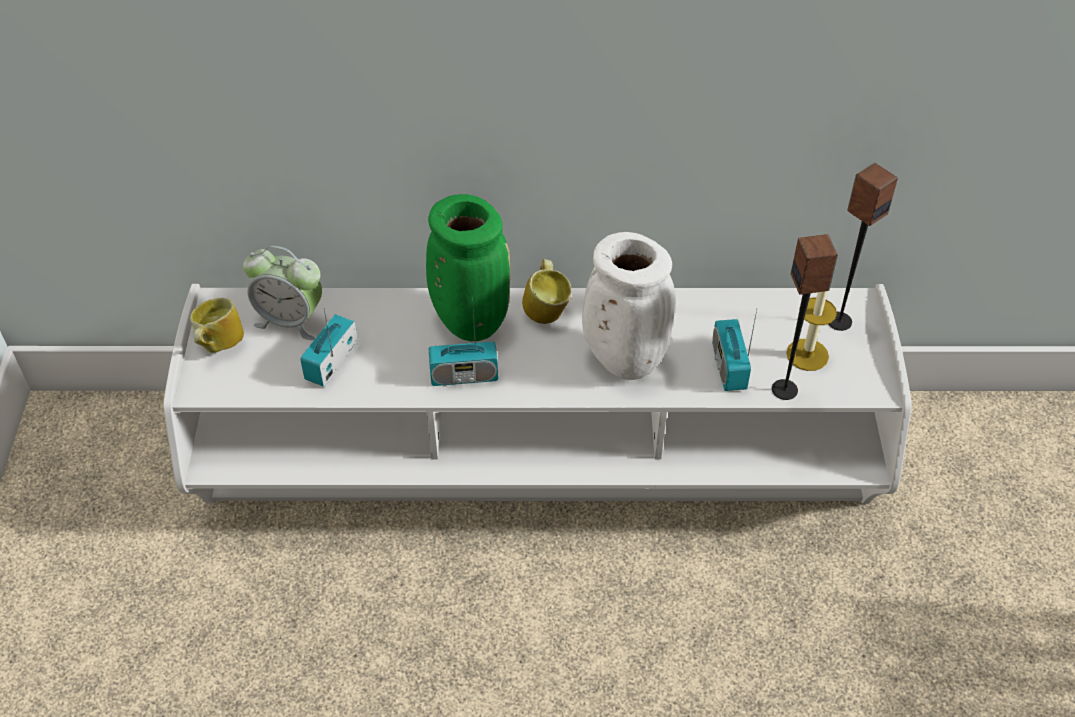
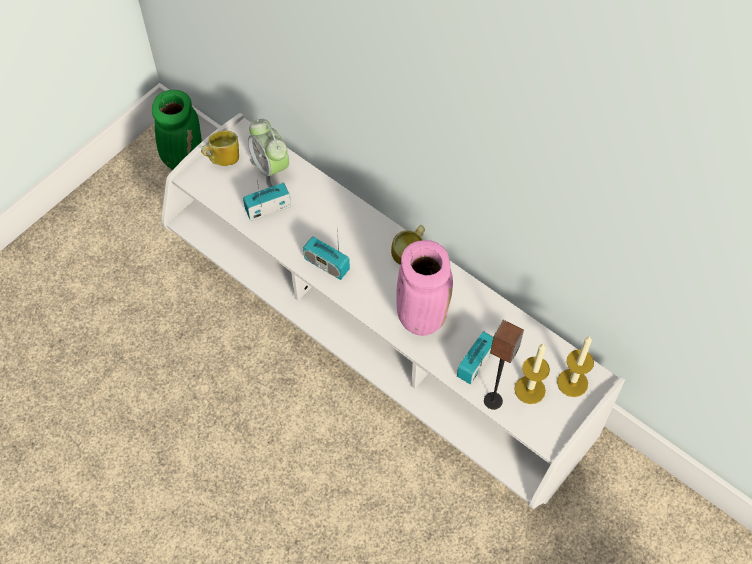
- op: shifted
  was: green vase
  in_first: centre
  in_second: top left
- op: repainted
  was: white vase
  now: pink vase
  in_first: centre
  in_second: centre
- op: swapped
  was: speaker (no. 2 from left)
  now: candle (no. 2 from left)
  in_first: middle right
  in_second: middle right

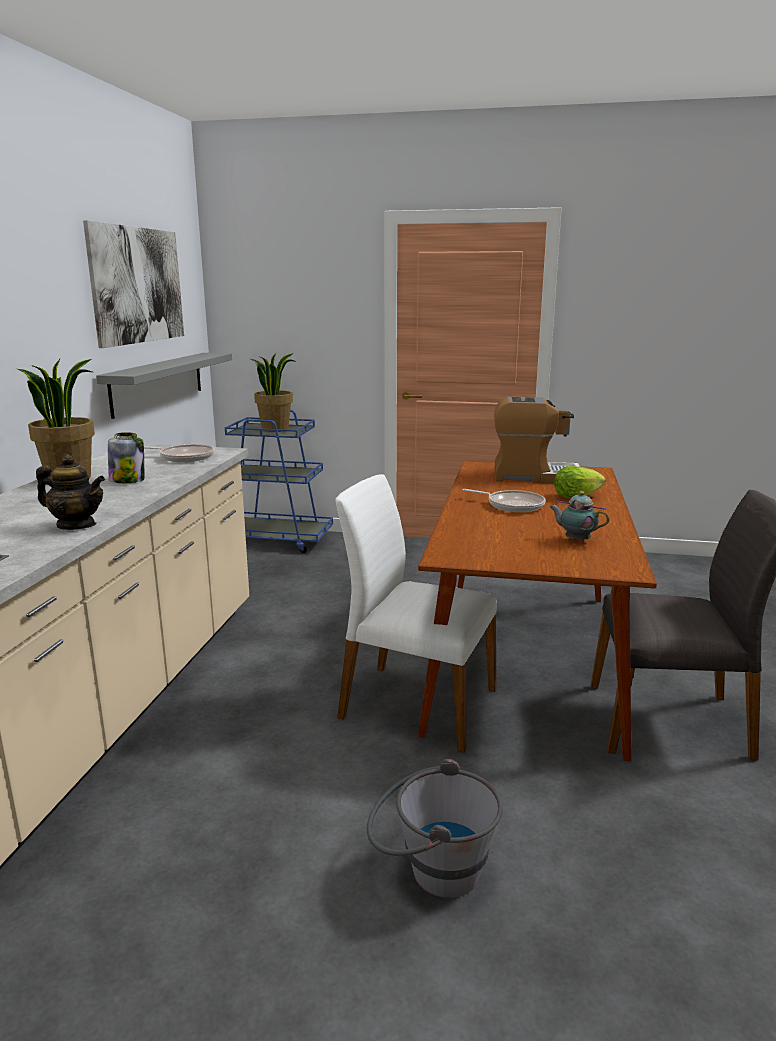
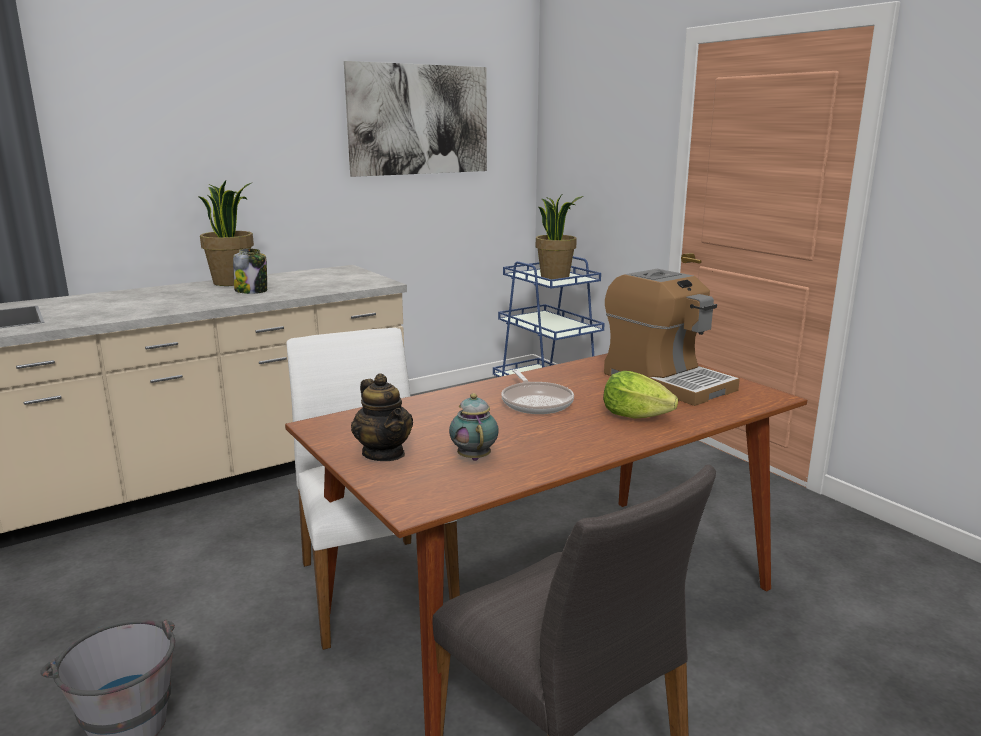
- op: shifted
  was: teapot (no. 1 from left)
  in_first: middle left
  in_second: centre
- op: gone
  was: grey shelf
  in_first: middle left
- op: gone
  was: frying pan (no. 1 from left)
  in_first: middle left

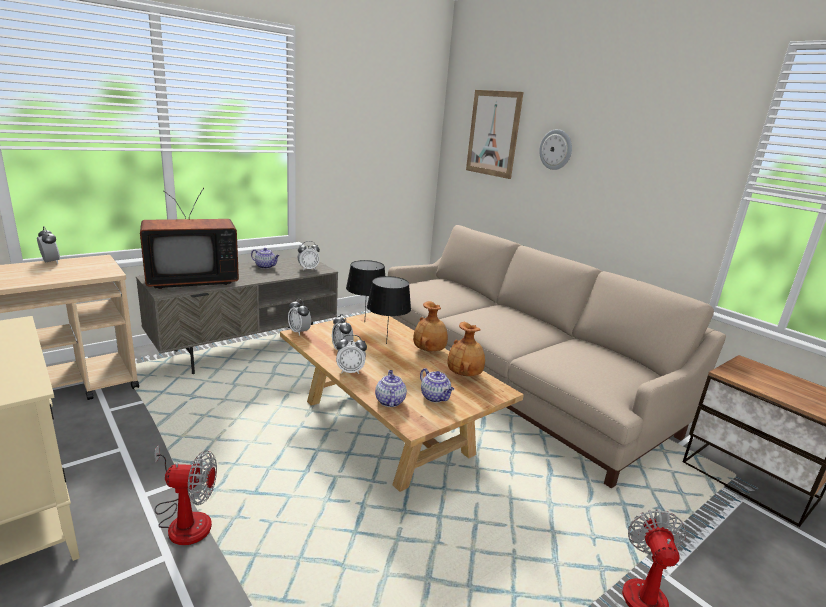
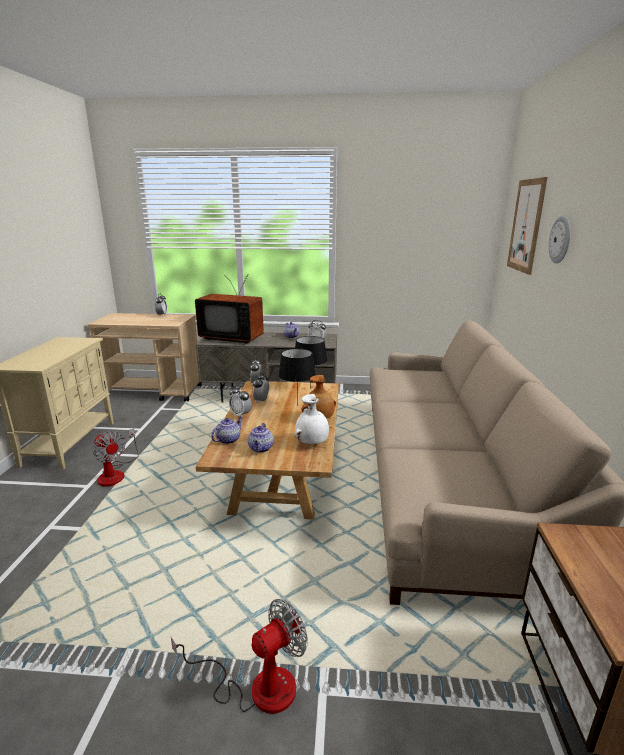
- op: repainted
  was: brown vase (no. 2 from left)
  now: white vase
  in_first: centre
  in_second: centre

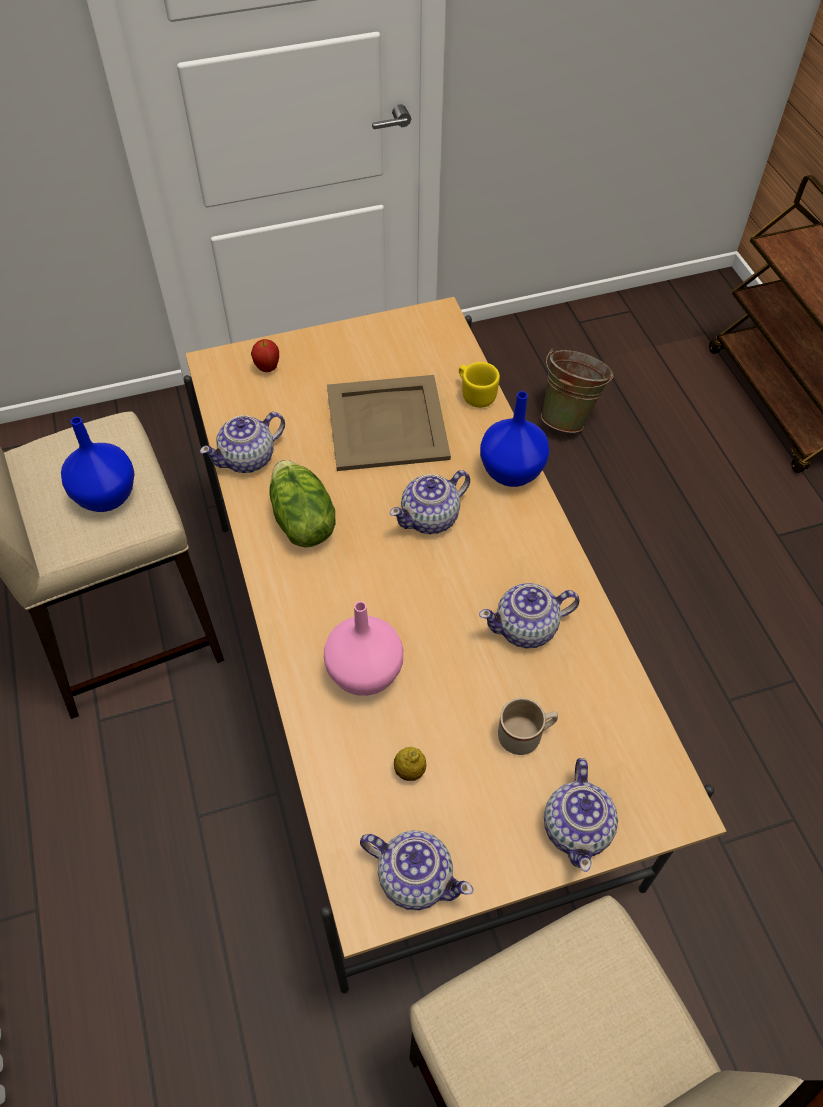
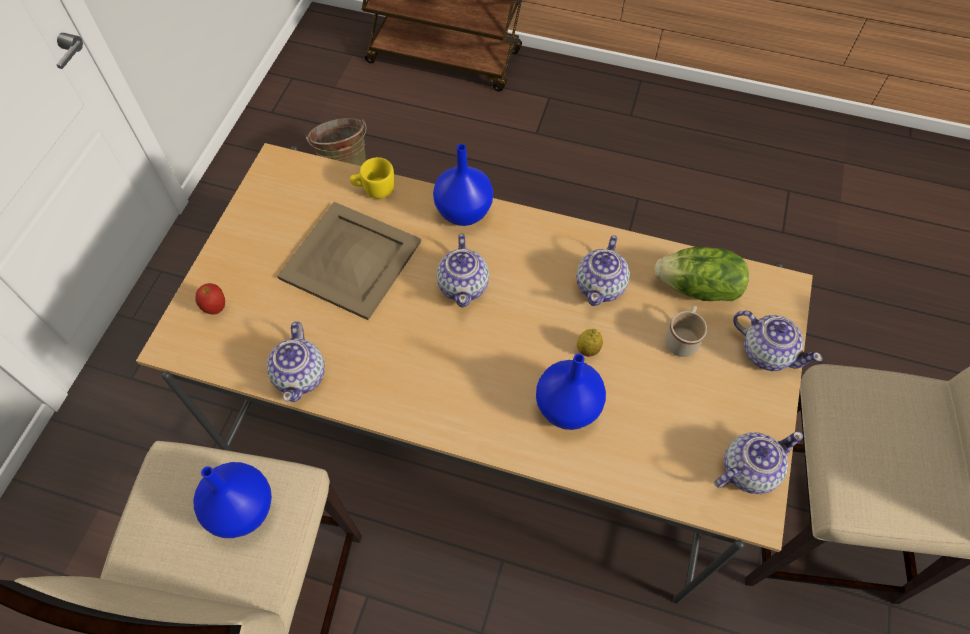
- op: shifted
  was: lettuce
  in_first: centre
  in_second: middle right
- op: repainted
  was: pink vase
  now: blue vase (no. 3 from left)
  in_first: centre
  in_second: centre
- op: shifted
  was: lemon
  in_first: bottom centre
  in_second: centre

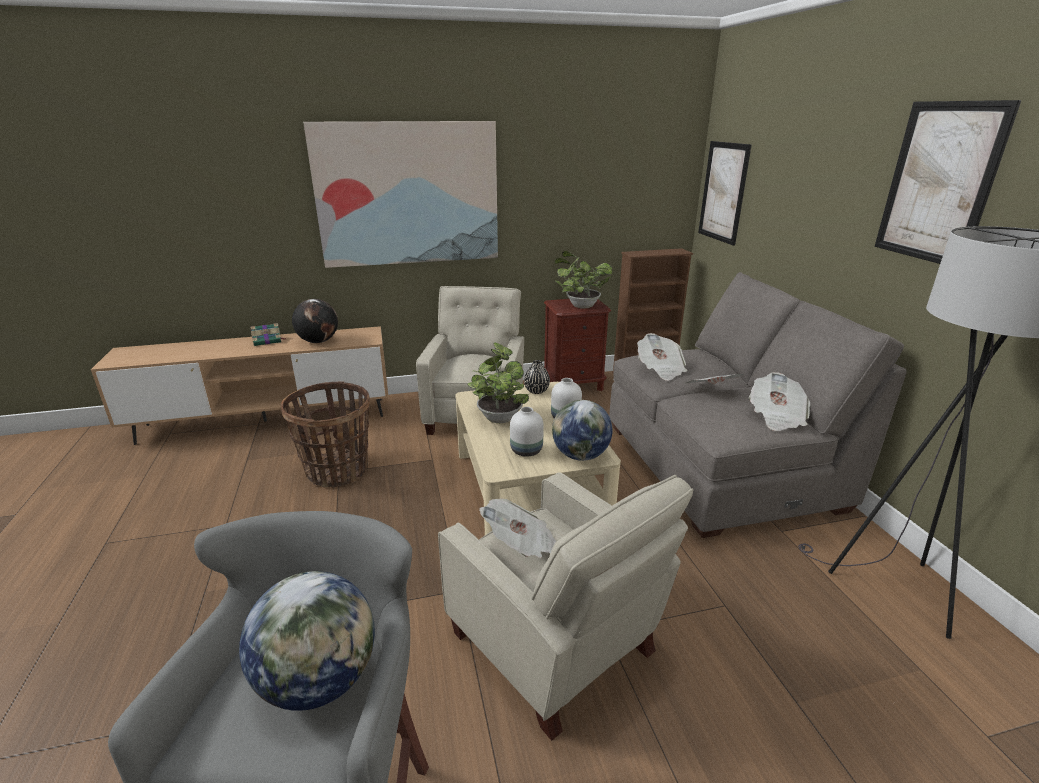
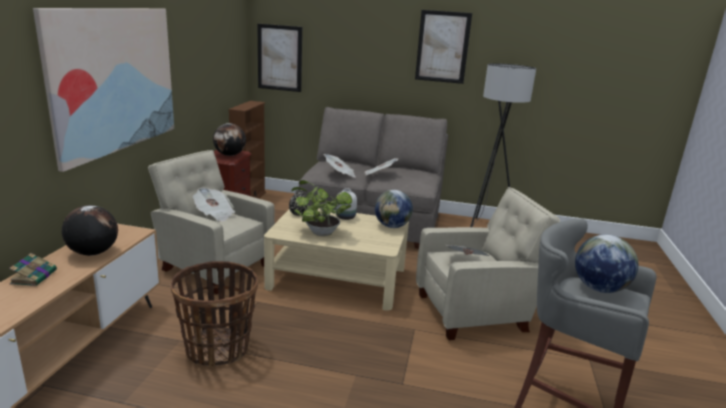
- op: gone
  was: white vase (no. 1 from left)
  in_first: centre
- op: swapped
  was: potted plant (no. 2 from left)
  now: globe (no. 2 from left)
  in_first: centre
  in_second: middle left
- op: shifted
  was: newspaper (no. 4 from left in the first image)
  now: newspaper (no. 1 from left)
  in_first: middle right
  in_second: middle left

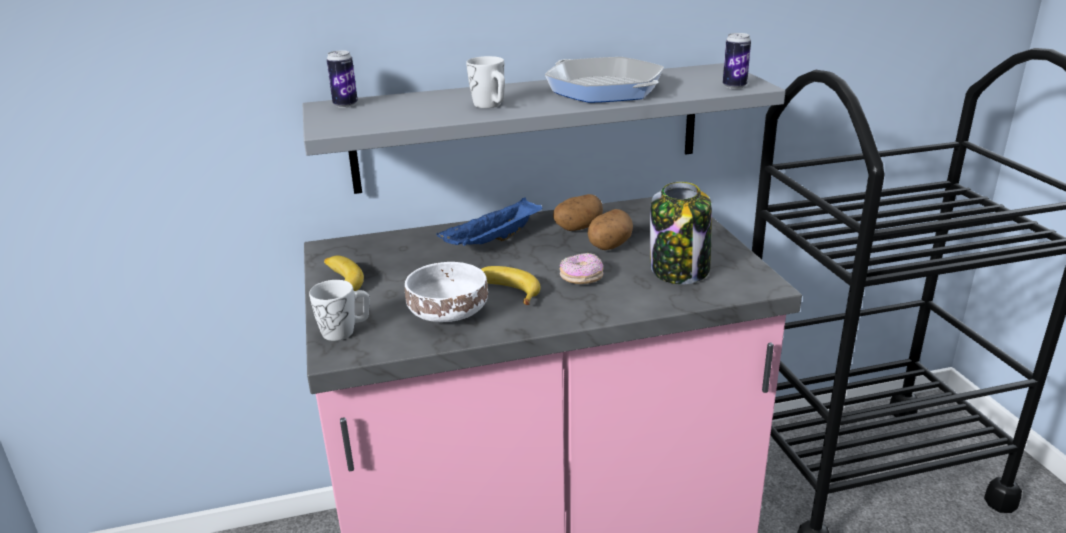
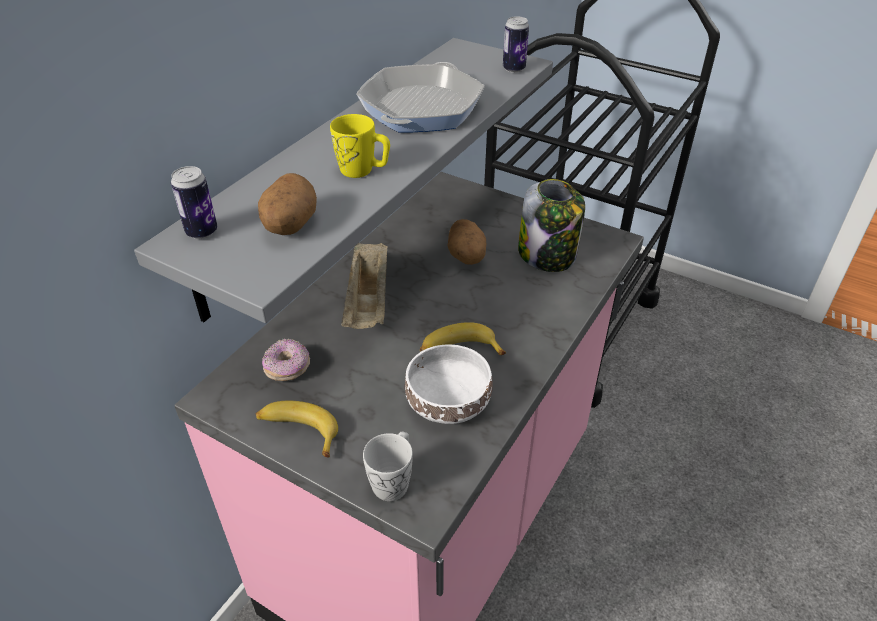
- op: repainted
  was: blue tray
  now: beige tray
  in_first: centre
  in_second: centre
- op: repainted
  was: white mug (no. 2 from left)
  now: yellow mug
  in_first: top centre
  in_second: top centre
- op: rotated
  was: frying pan
  in_first: top centre
  in_second: top centre
  clockwise: -75
- op: shifted
  was: potato (no. 1 from left)
  in_first: centre
  in_second: top left
- op: shifted
  was: donut
  in_first: centre
  in_second: middle left

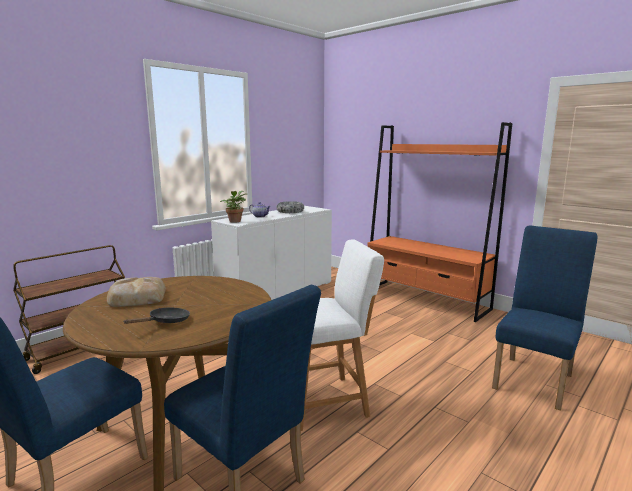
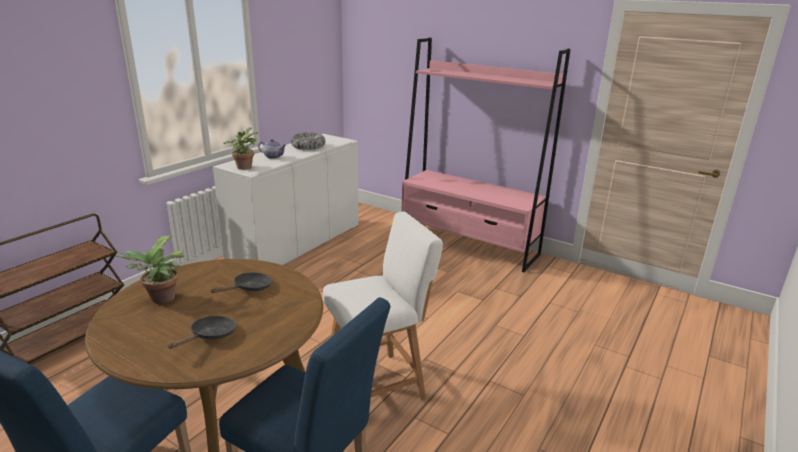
- op: swapped
  was: bread
  now: potted plant (no. 1 from left)
  in_first: middle left
  in_second: middle left
- op: repainted
  was: orange bookcase
  now: pink bookcase
  in_first: middle right
  in_second: centre
- op: gone
  was: blue chair (no. 3 from left)
  in_first: middle right
- op: new
  now: black frying pan (no. 2 from left)
  in_second: middle left

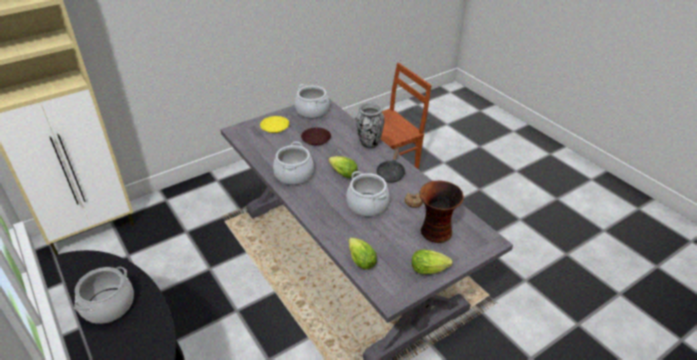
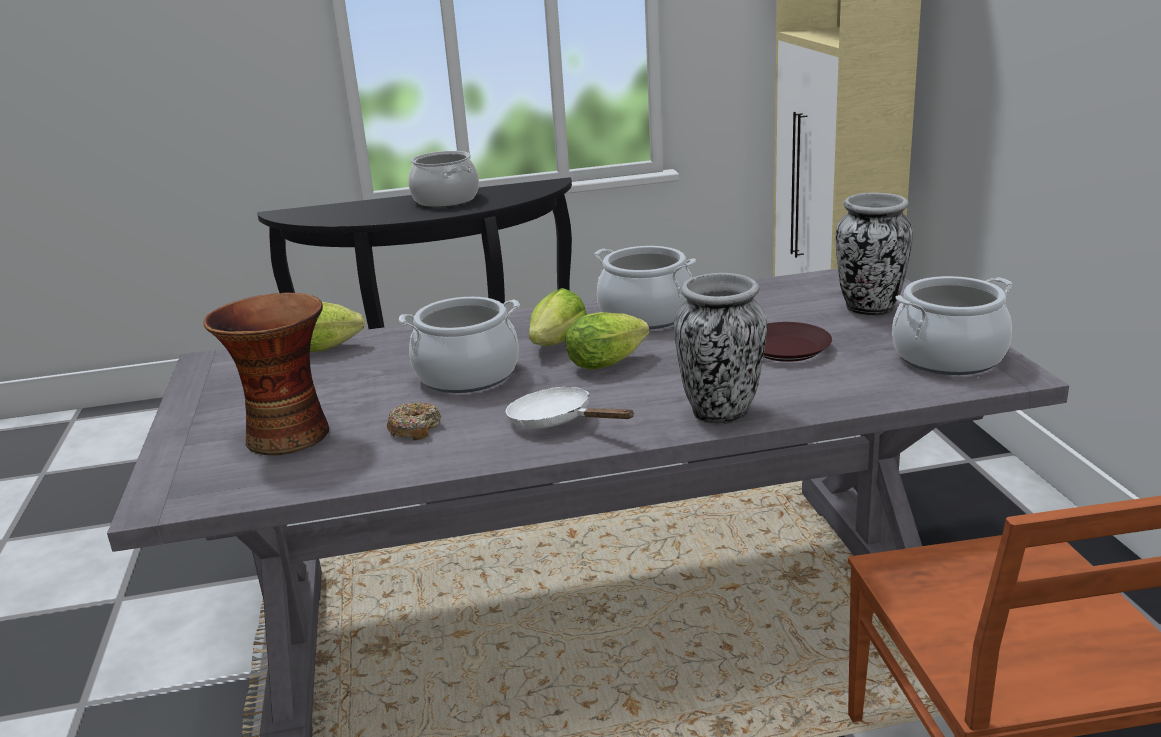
- op: swapped
  was: yellow plate
  now: vase (no. 3 from left)
  in_first: centre
  in_second: middle right
- op: repainted
  was: black frying pan
  now: white frying pan
  in_first: centre
  in_second: centre
- op: shifted
  was: lettuce (no. 3 from left in the first image)
  now: lettuce (no. 2 from left)
  in_first: bottom centre
  in_second: centre

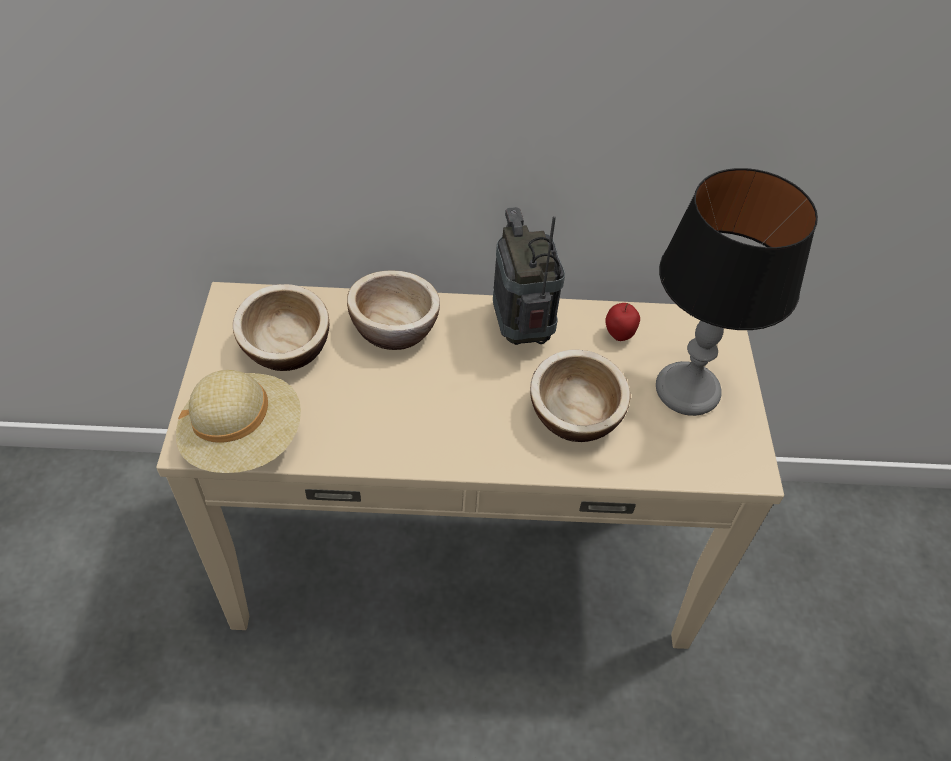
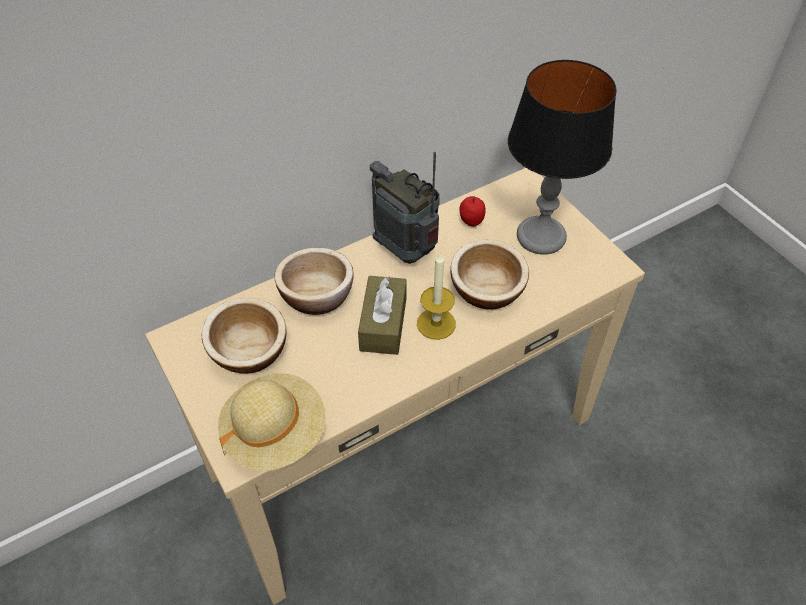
- op: new
  now: brown tissue box
  in_second: centre
- op: new
  now: candle
  in_second: centre

